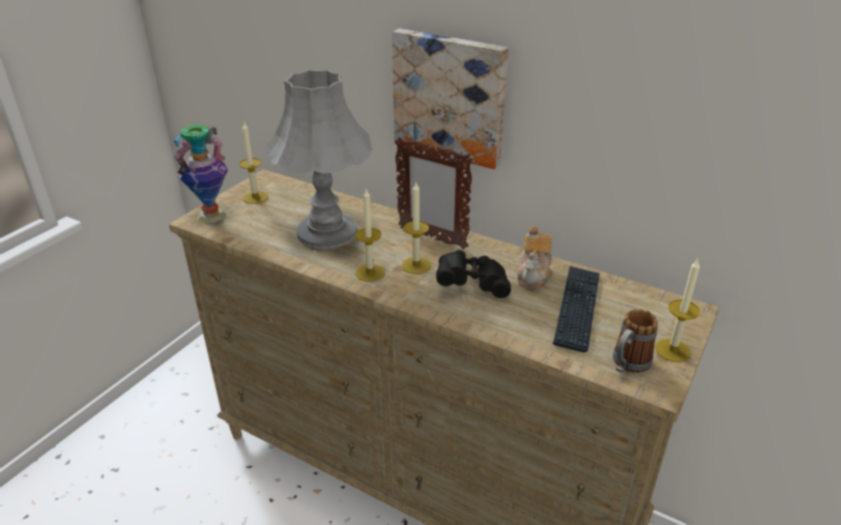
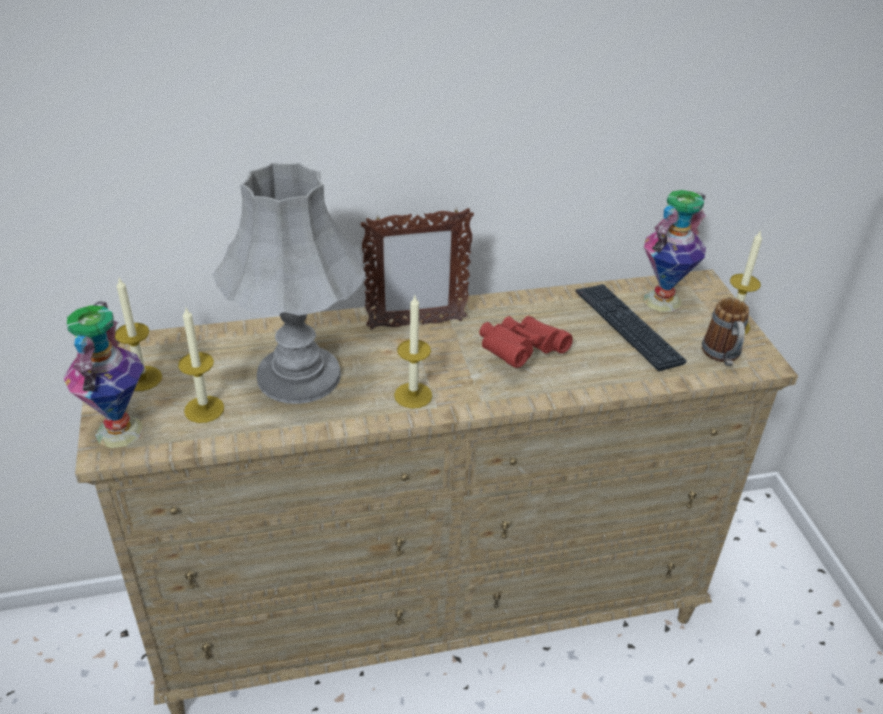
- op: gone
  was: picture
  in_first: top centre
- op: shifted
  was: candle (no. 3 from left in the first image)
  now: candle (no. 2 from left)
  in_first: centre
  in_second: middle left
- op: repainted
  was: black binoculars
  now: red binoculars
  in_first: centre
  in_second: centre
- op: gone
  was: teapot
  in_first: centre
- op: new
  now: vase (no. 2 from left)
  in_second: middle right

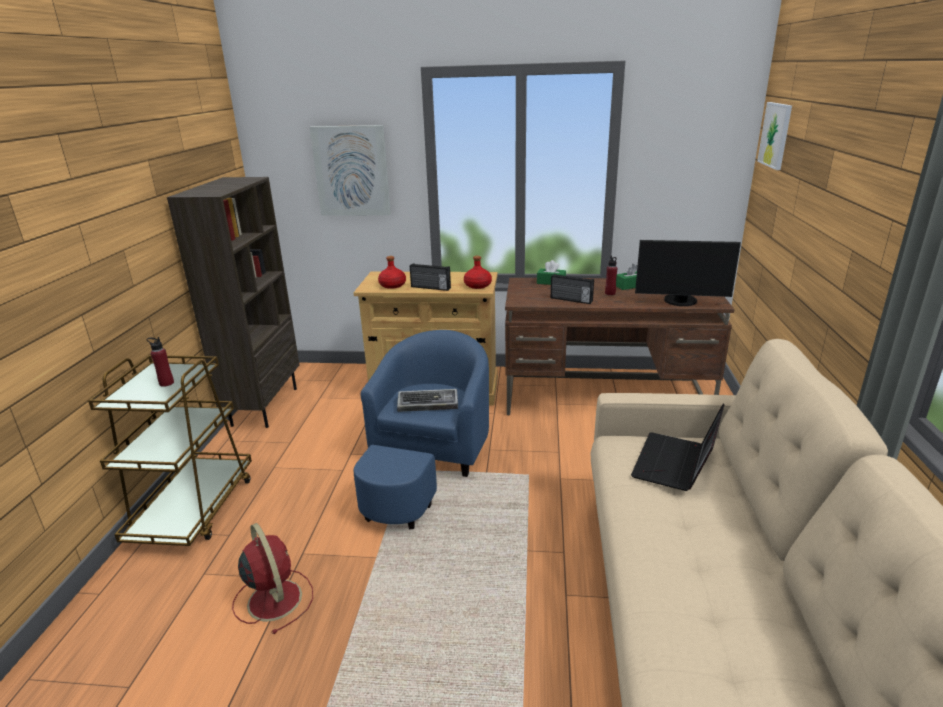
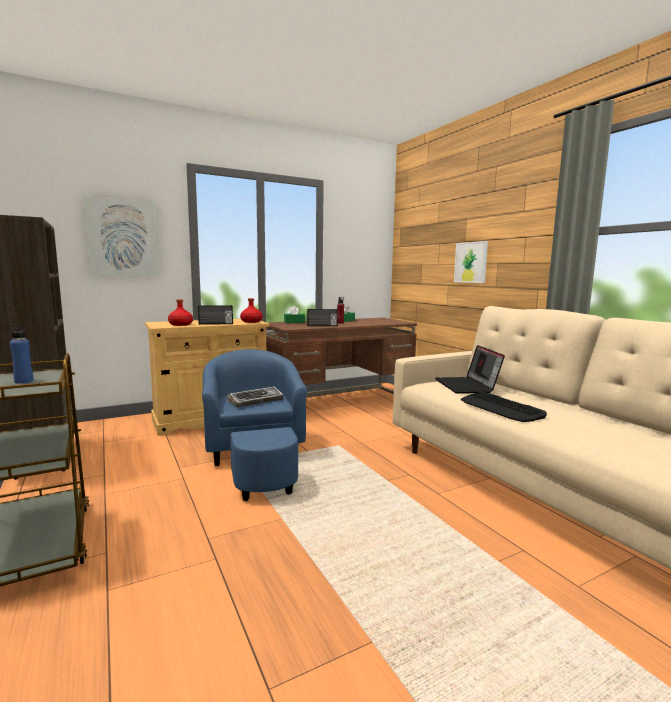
- op: repainted
  was: red bottle (no. 1 from left)
  now: blue bottle
  in_first: middle left
  in_second: middle left
- op: gone
  was: red fan
  in_first: bottom left
- op: gone
  was: monitor
  in_first: middle right
- op: shifted
  was: picture (no. 2 from left)
  in_first: top right
  in_second: middle right
- op: new
  now: keyboard (no. 2 from left)
  in_second: middle right

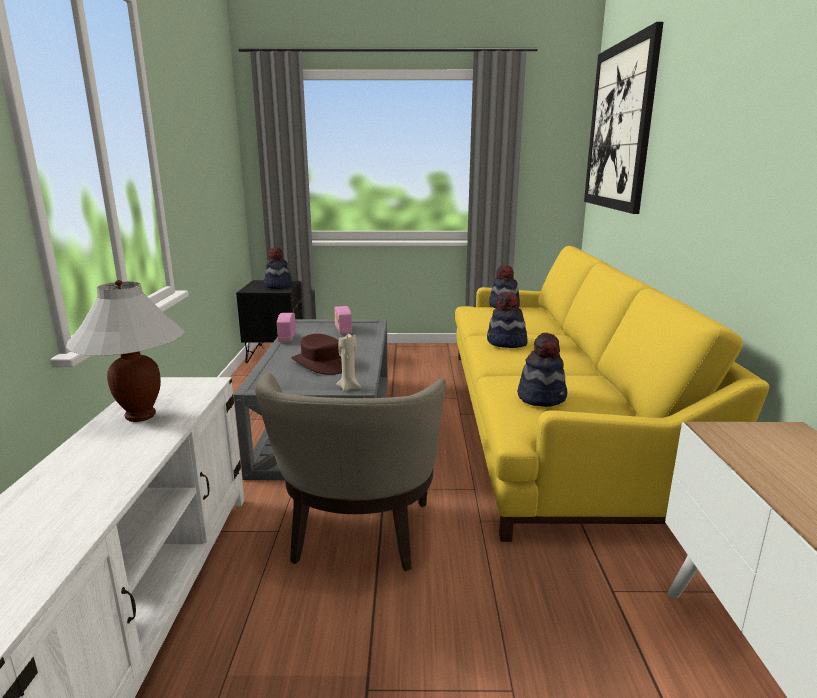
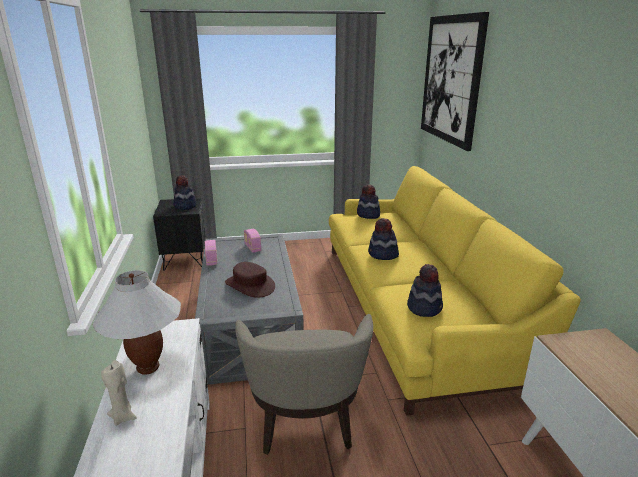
- op: shifted
  was: beige candle
  in_first: centre
  in_second: bottom left

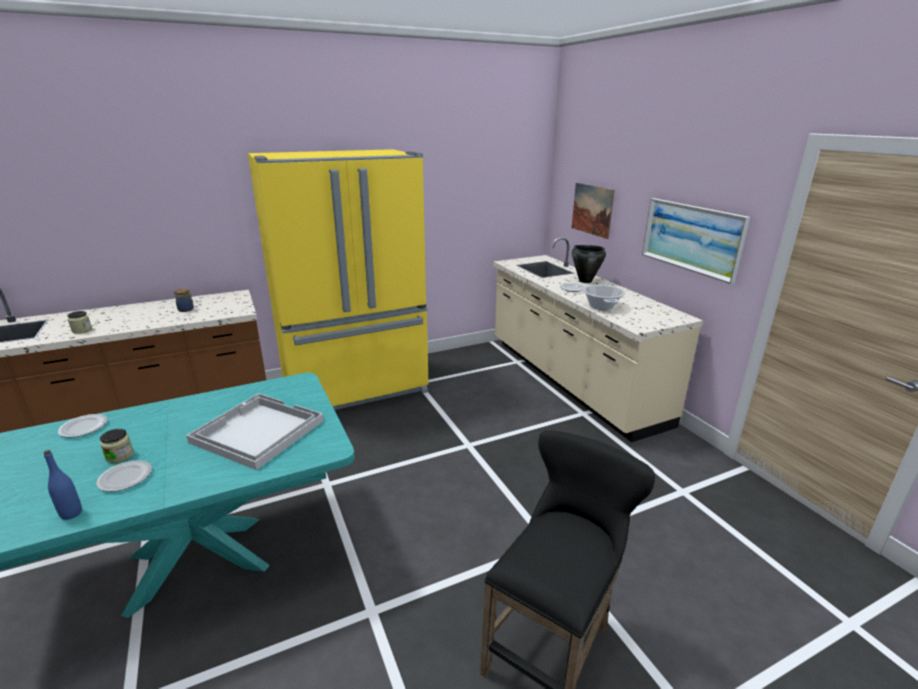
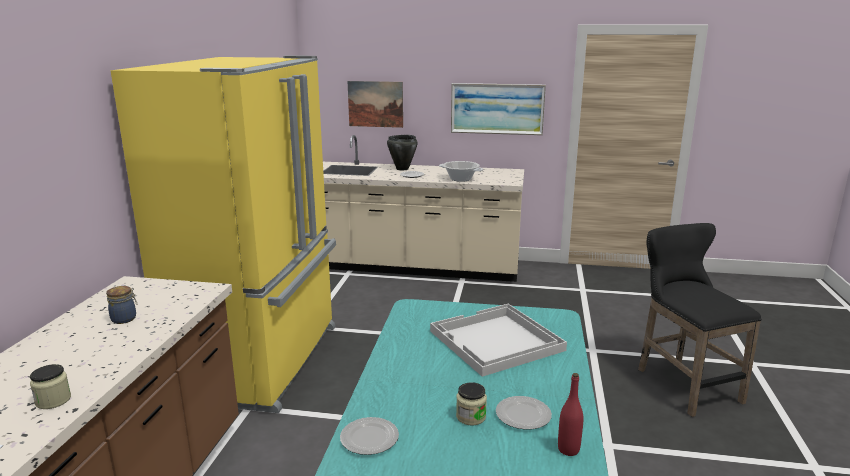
- op: repainted
  was: blue bottle
  now: red bottle
  in_first: bottom left
  in_second: bottom right

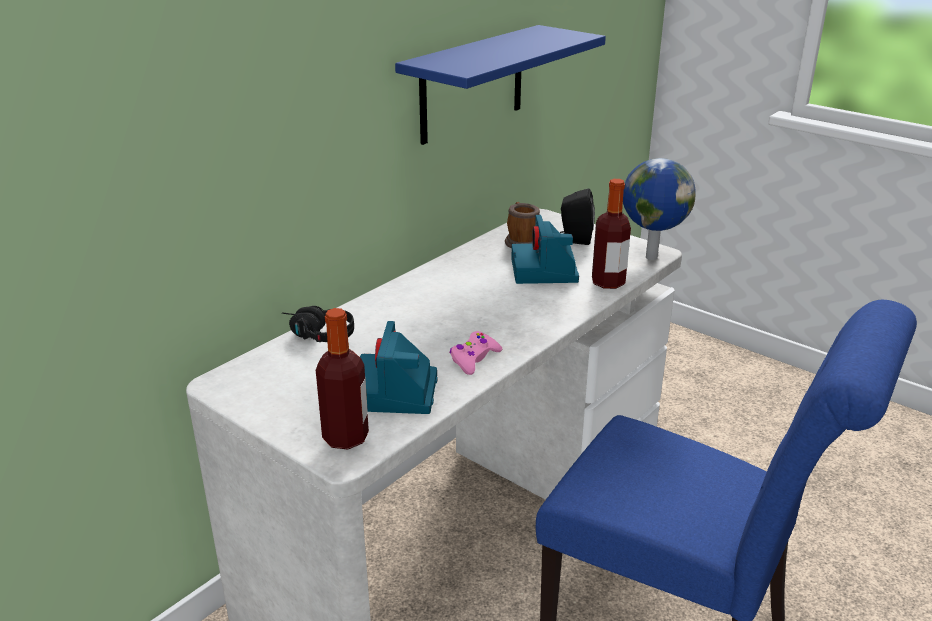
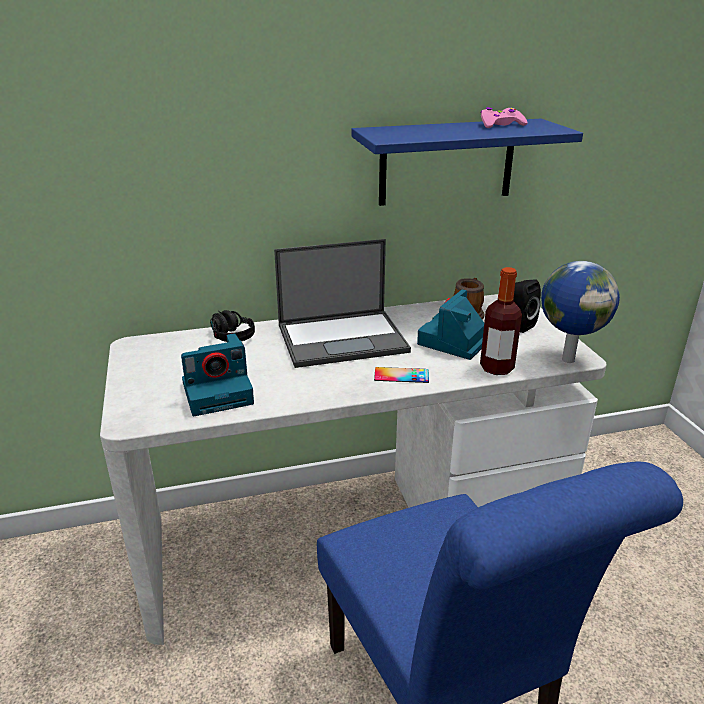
- op: gone
  was: bottle (no. 1 from left)
  in_first: centre
- op: rotated
  was: photo camera (no. 1 from left)
  in_first: centre
  in_second: middle left
  clockwise: -150
- op: shifted
  was: pink game controller
  in_first: centre
  in_second: top right
- op: new
  now: laptop
  in_second: centre
- op: new
  now: phone
  in_second: centre

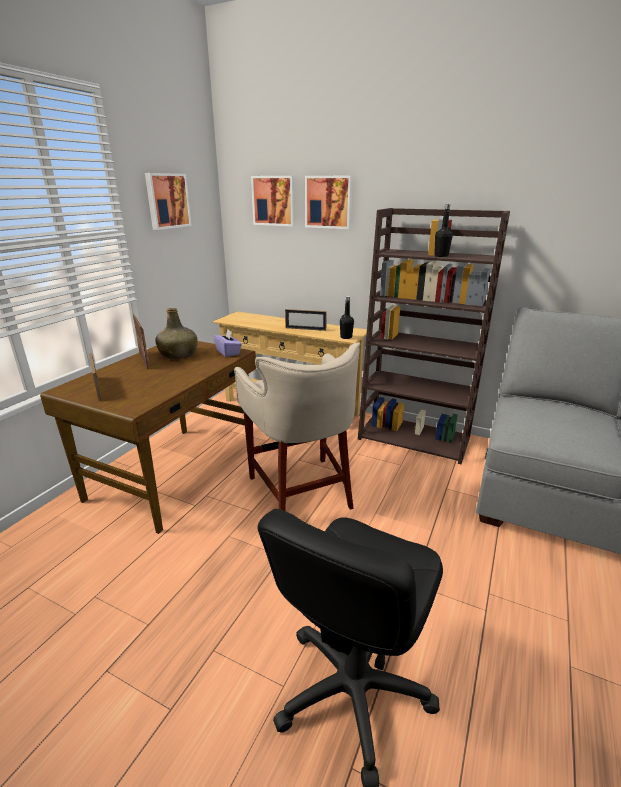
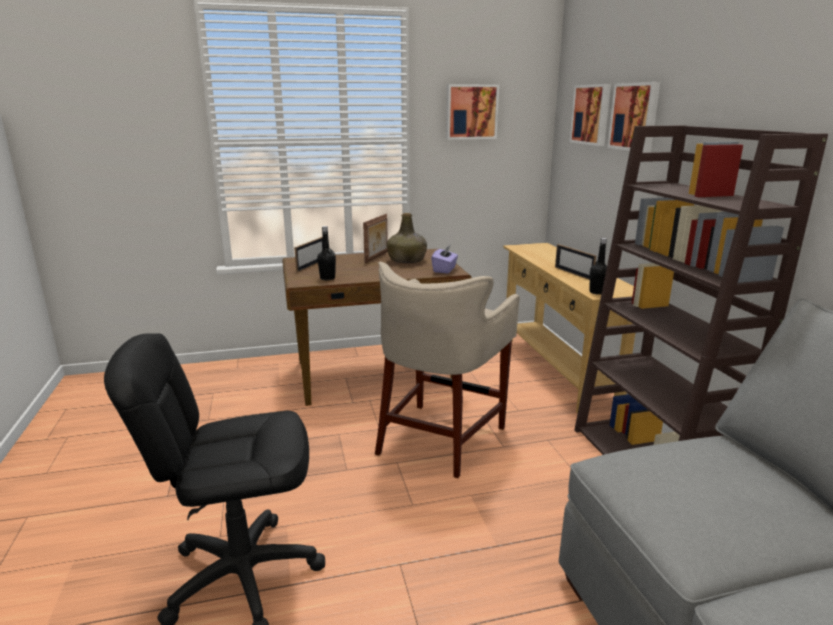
- op: shifted
  was: black bottle (no. 2 from left in the first image)
  now: black bottle (no. 1 from left)
  in_first: top right
  in_second: centre

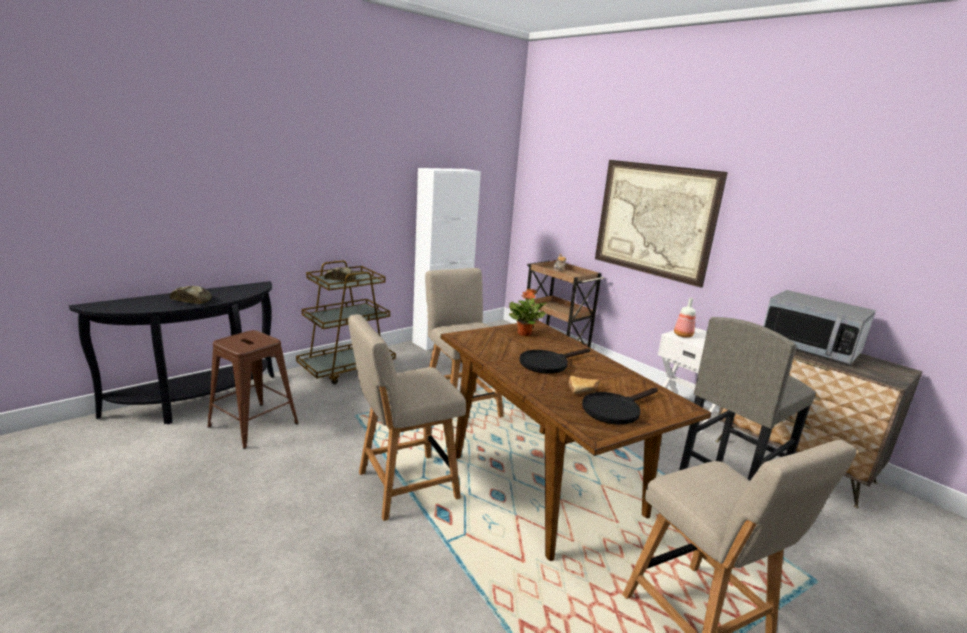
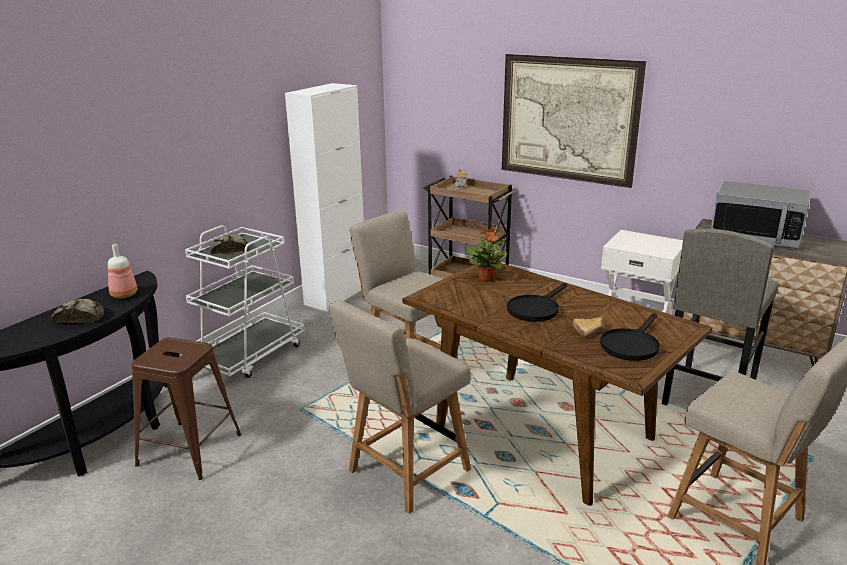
- op: repainted
  was: brown cart (no. 1 from left)
  now: white cart
  in_first: centre
  in_second: middle left
- op: shifted
  was: bottle
  in_first: middle right
  in_second: middle left

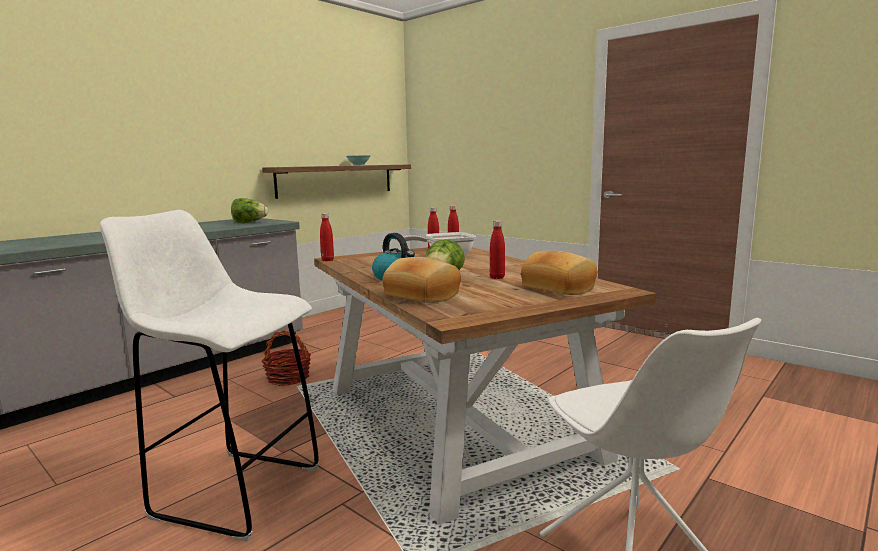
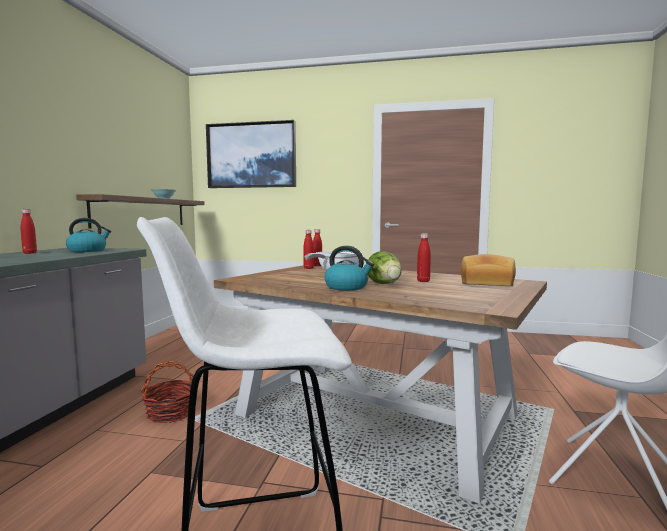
- op: swapped
  was: lettuce (no. 1 from left)
  now: kettle (no. 1 from left)
  in_first: middle left
  in_second: middle left
- op: shifted
  was: red bottle (no. 1 from left)
  in_first: centre
  in_second: middle left
- op: gone
  was: bread (no. 1 from left)
  in_first: centre
- op: new
  now: picture
  in_second: top centre

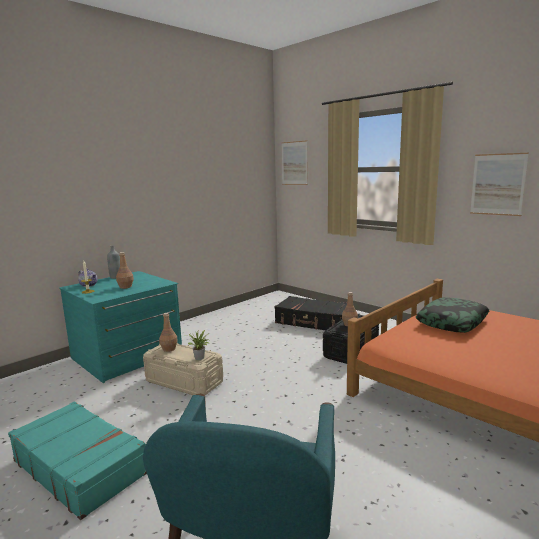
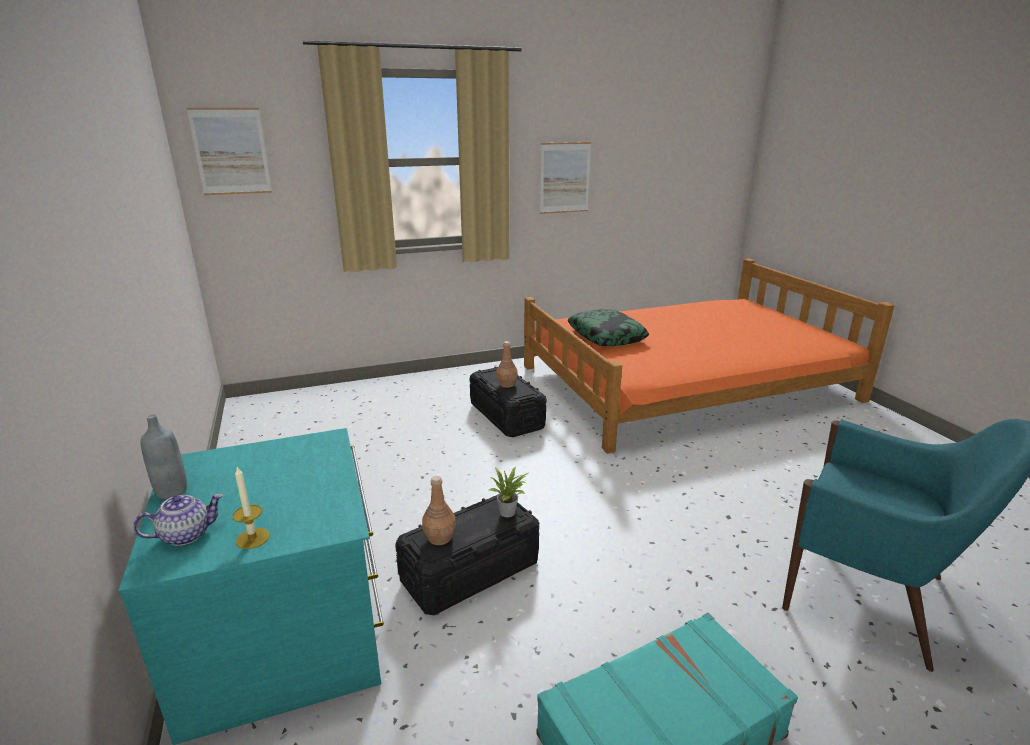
- op: gone
  was: brown bottle (no. 1 from left)
  in_first: middle left
- op: repainted
  was: beige storage box
  now: black storage box (no. 1 from left)
  in_first: bottom centre
  in_second: bottom centre
- op: gone
  was: black suitcase
  in_first: centre

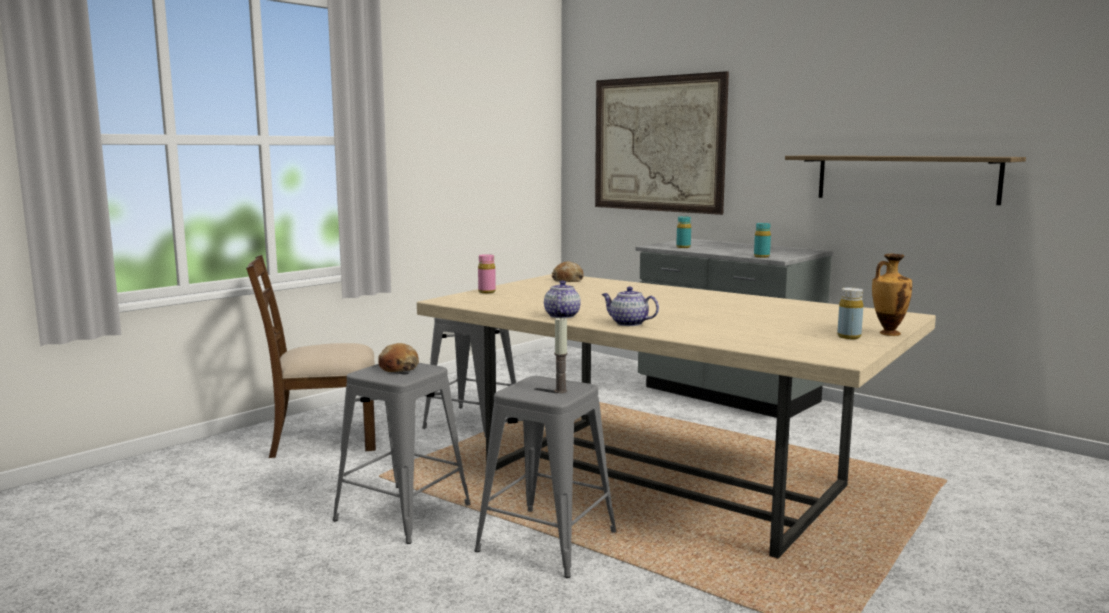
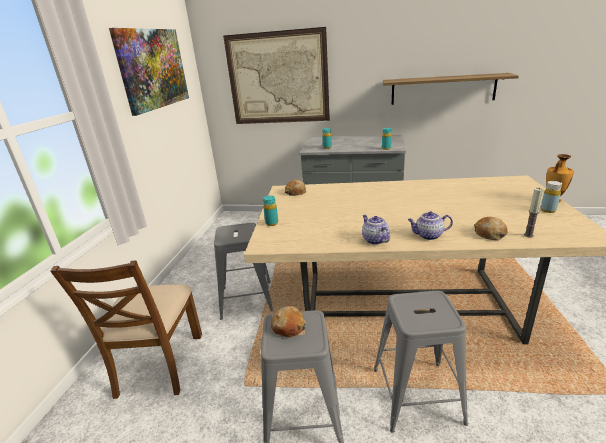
- op: rotated
  was: brown chair
  in_first: middle left
  in_second: bottom left
  clockwise: -45
- op: repainted
  was: pink bottle
  now: turquoise bottle (no. 1 from left)
  in_first: centre
  in_second: centre
- op: shifted
  was: candle
  in_first: centre
  in_second: middle right
- op: new
  now: picture (no. 1 from left)
  in_second: top left
- op: new
  now: bread (no. 3 from left)
  in_second: middle right

